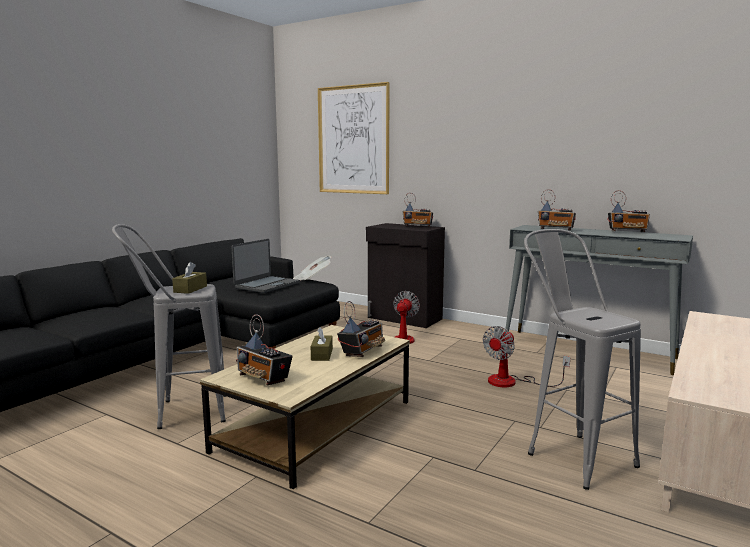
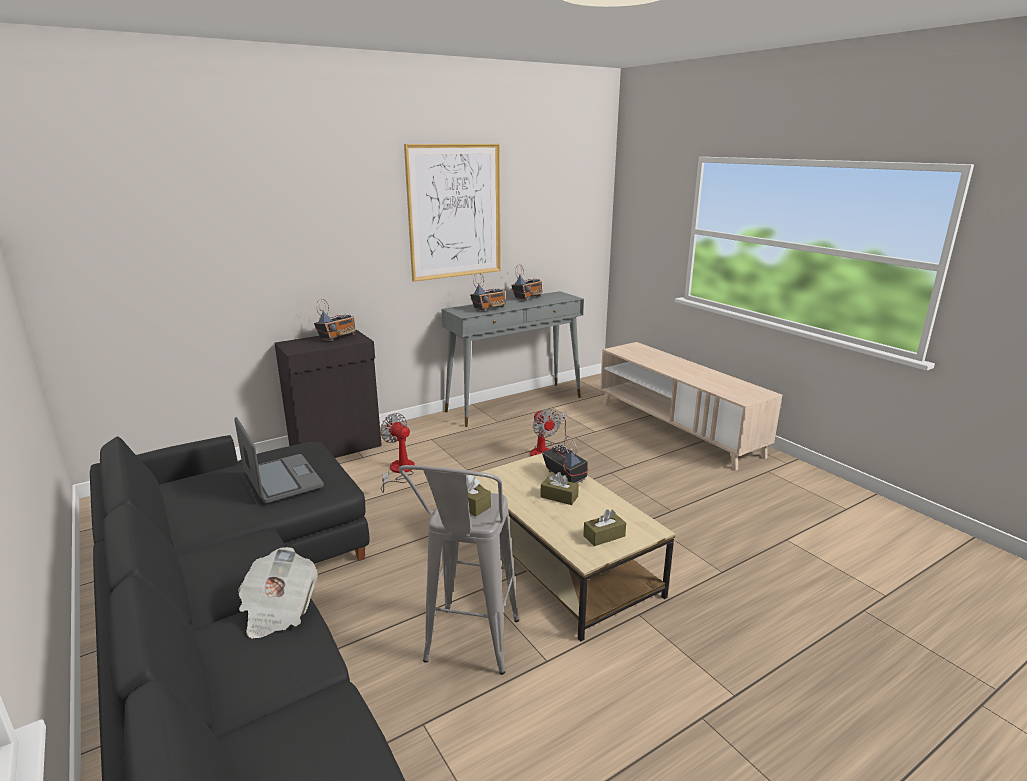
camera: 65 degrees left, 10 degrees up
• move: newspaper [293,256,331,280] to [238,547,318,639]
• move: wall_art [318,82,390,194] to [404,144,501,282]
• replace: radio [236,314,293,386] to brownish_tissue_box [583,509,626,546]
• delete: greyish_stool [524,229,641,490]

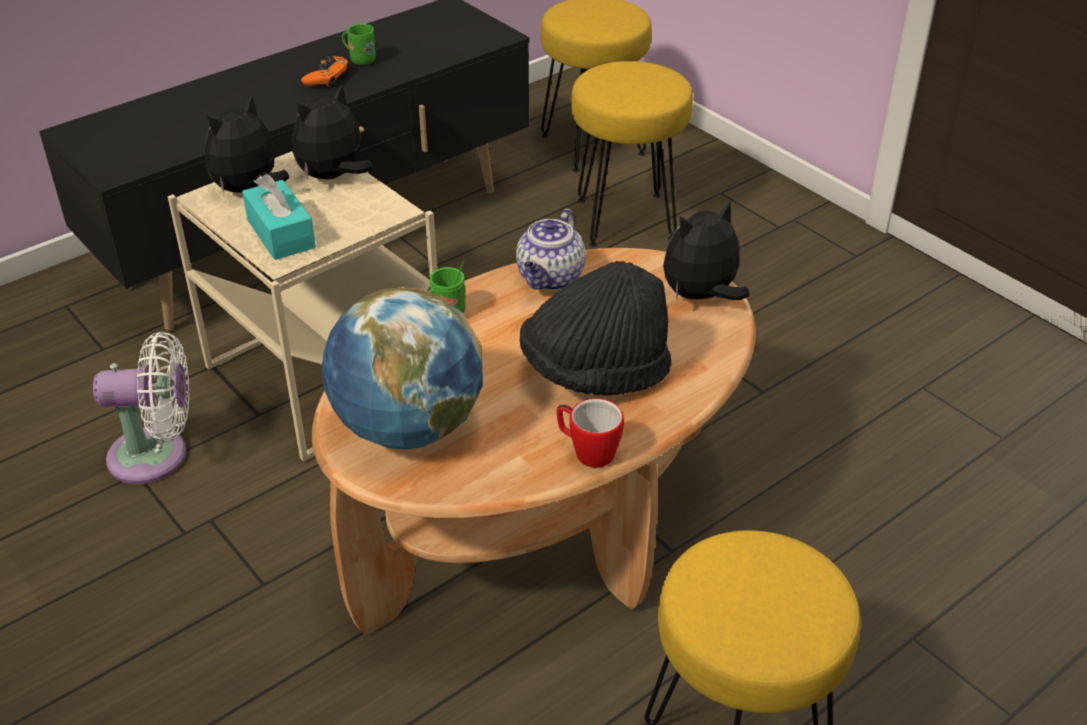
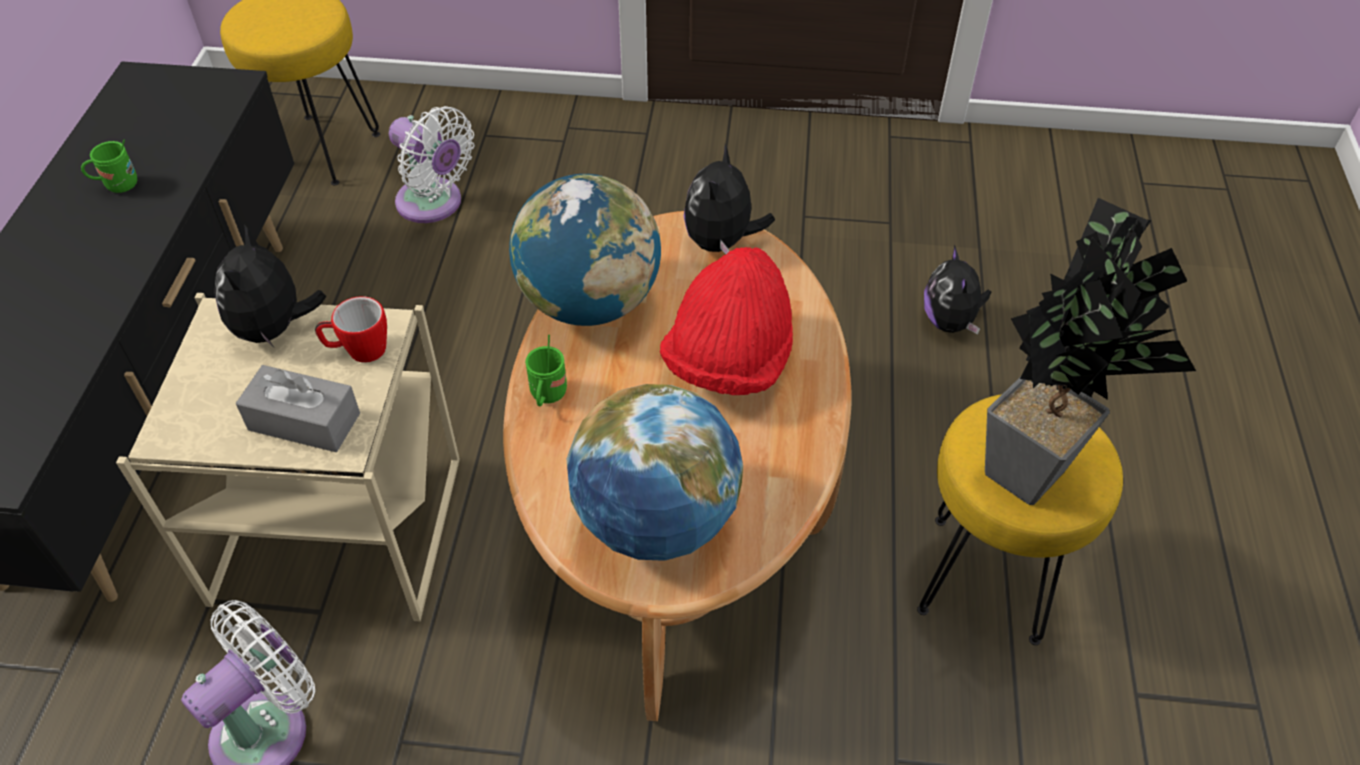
camera: 45 degrees left, 10 degrees up
• recolor: blue-green_tissue_box [242,174,316,260] to greyish_tissue_box [236,365,360,452]
• move: tea_mug [557,398,624,468] to [315,296,387,363]
• replace: yellow-coloured_stool [571,61,693,247] to white_fan [389,106,475,223]
• replace: tea_pot [516,209,586,290] to globe [509,174,661,326]
• recolor: black_hat [519,261,672,396] to red-coloured_hat [660,247,793,395]
• move: cuddly_toy [205,95,289,193] to [924,245,991,334]
• insert: potted_plant [985,198,1196,505]
• delete: orangey_joypad [301,56,349,87]

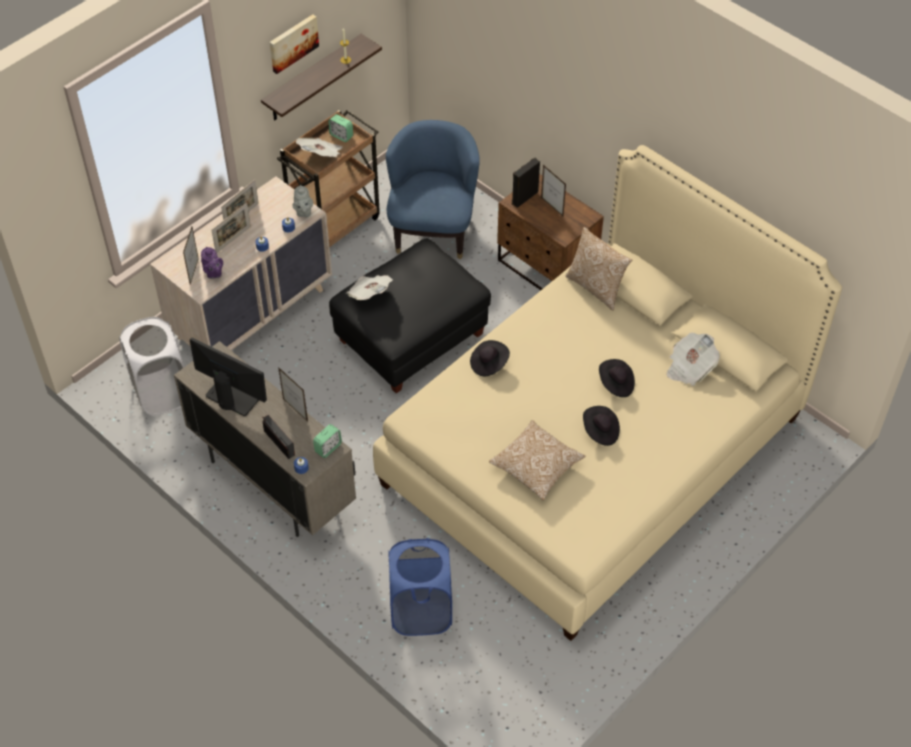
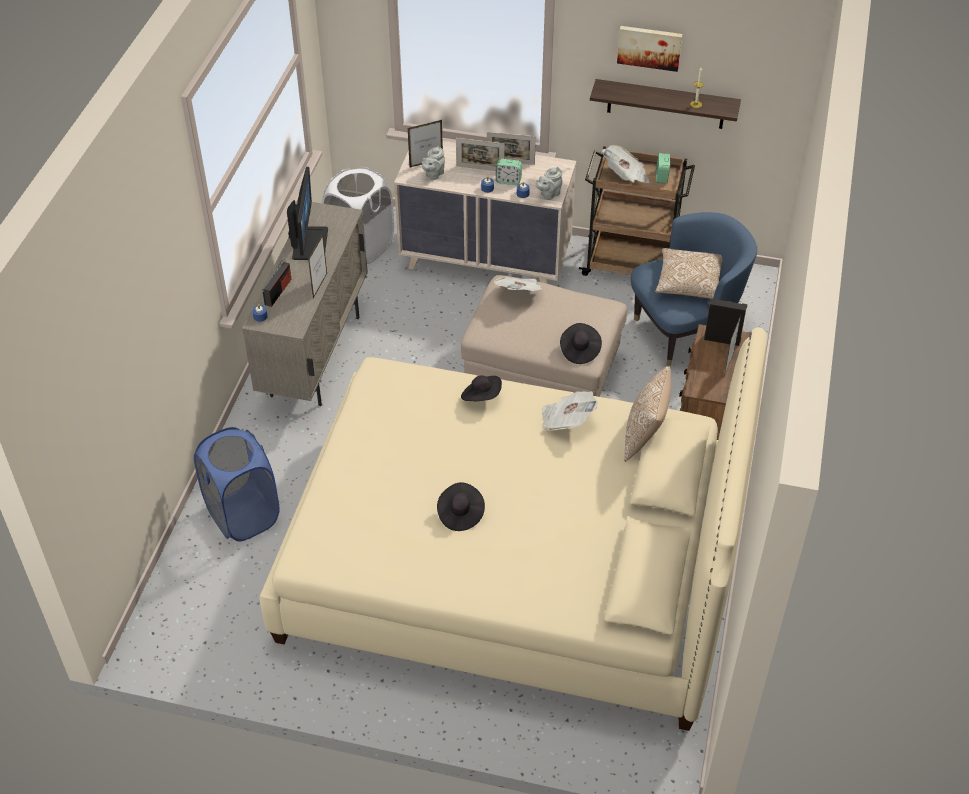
camera: 60 degrees right, 5 degrees down
• recolor: purplish_tea_pot [201,247,223,279] to greyish_tea_pot [422,146,445,180]
• recolor: black_ottoman [329,238,491,393] to beige_ottoman [461,275,627,397]
• move: alarm_clock [313,424,342,458] to [496,159,522,185]
• move: newspaper [666,333,720,386] to [542,391,597,430]
• move: black_hat [599,359,635,397] to [560,323,602,364]
• move: cushion [489,420,586,500] to [655,248,723,299]

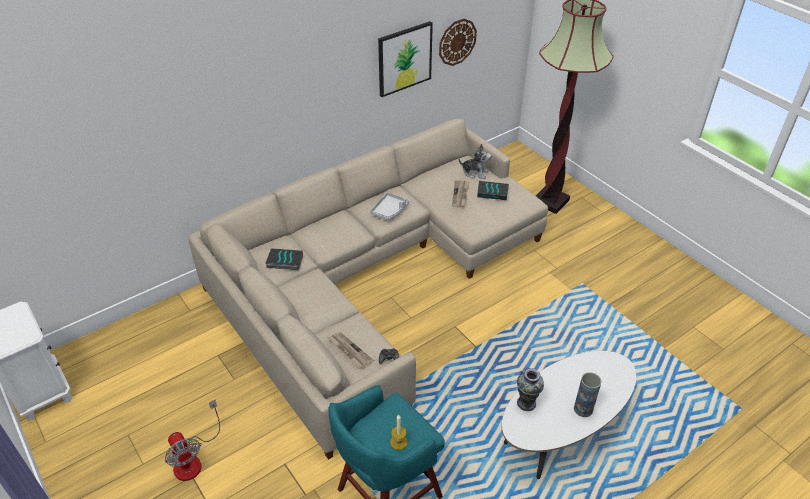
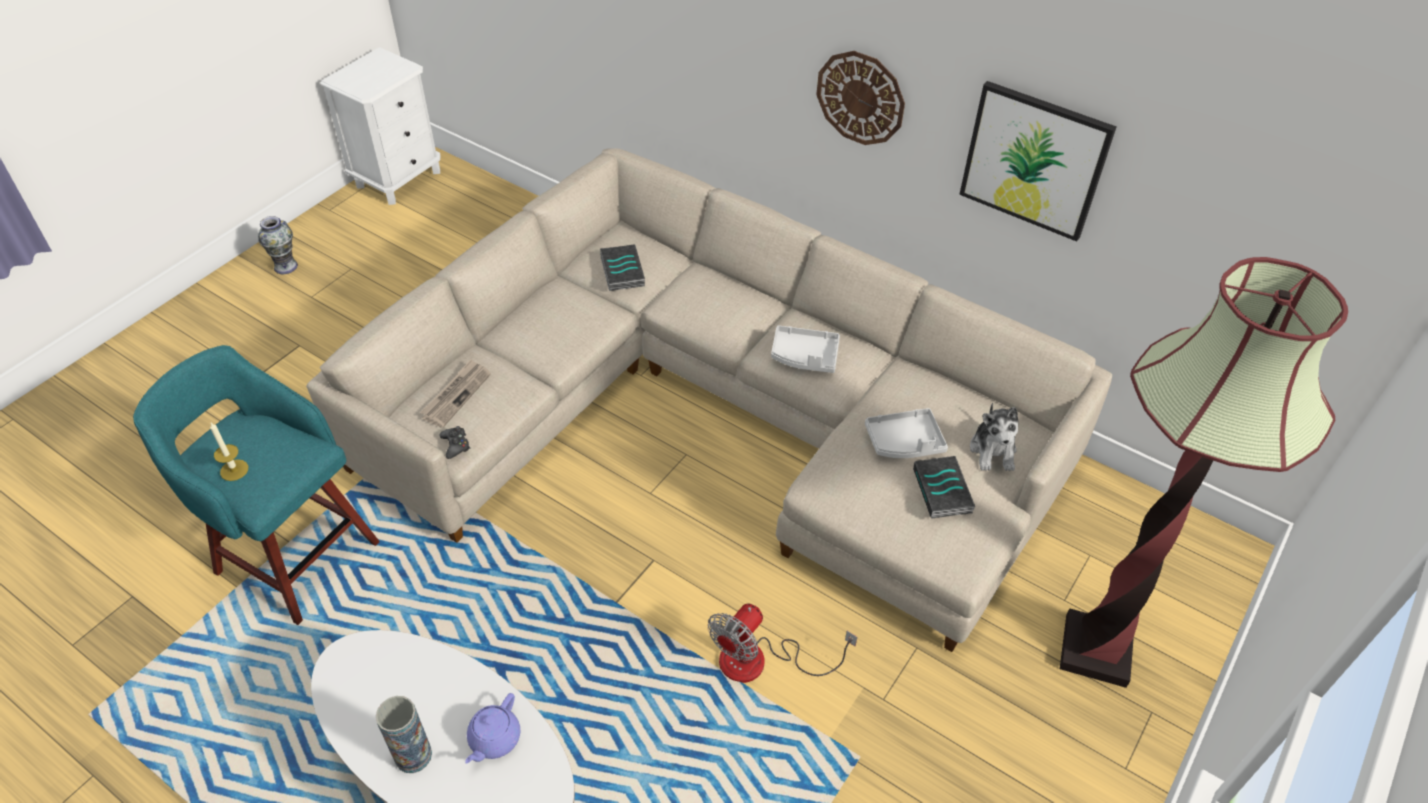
camera: 70 degrees right, 5 degrees up
• move: decorative_vase [517,368,544,411] to [258,216,298,274]
• insert: purplish_tea_pot [465,693,520,764]
• move: fan [165,400,220,481] to [708,604,857,683]
• move: hanging_clock [439,19,477,66] to [816,51,905,145]
• replace: newspaper [452,180,469,207] to greyish_tray [865,408,948,458]

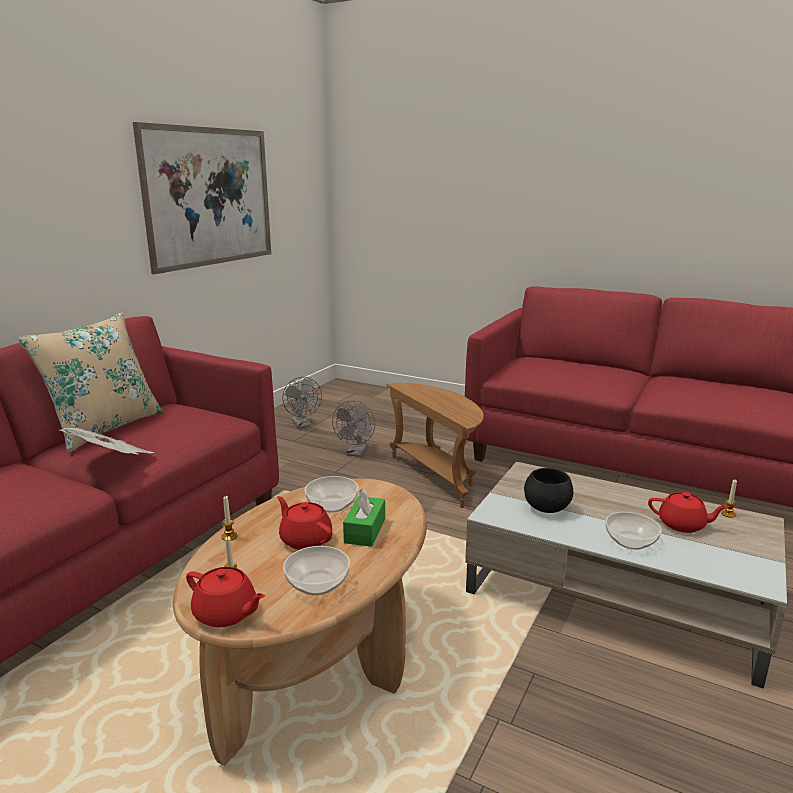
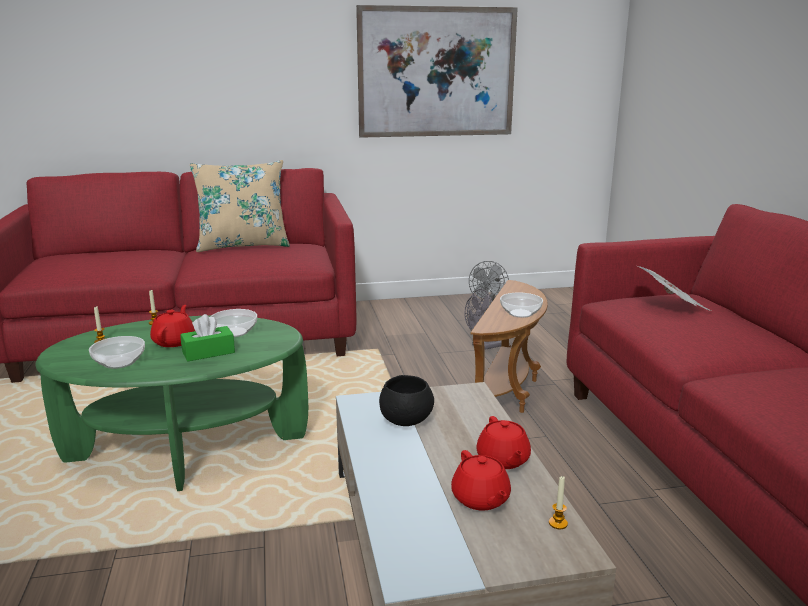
camera: 50 degrees right, 0 degrees up
• recolor: brownish_coffee_table [173,479,427,766] to green_coffee_table [35,316,308,491]
• move: red-coloured_tea_pot [186,567,265,627] to [476,416,531,469]
• move: bowl [605,512,662,550] to [500,292,543,318]
• move: newspaper [59,428,155,455] to [638,266,711,311]

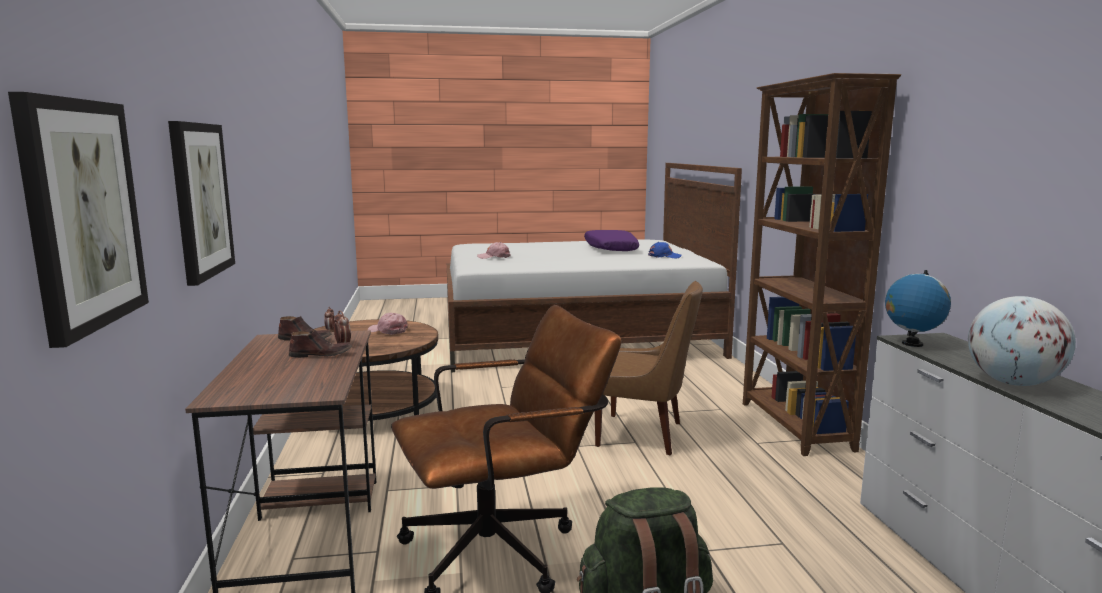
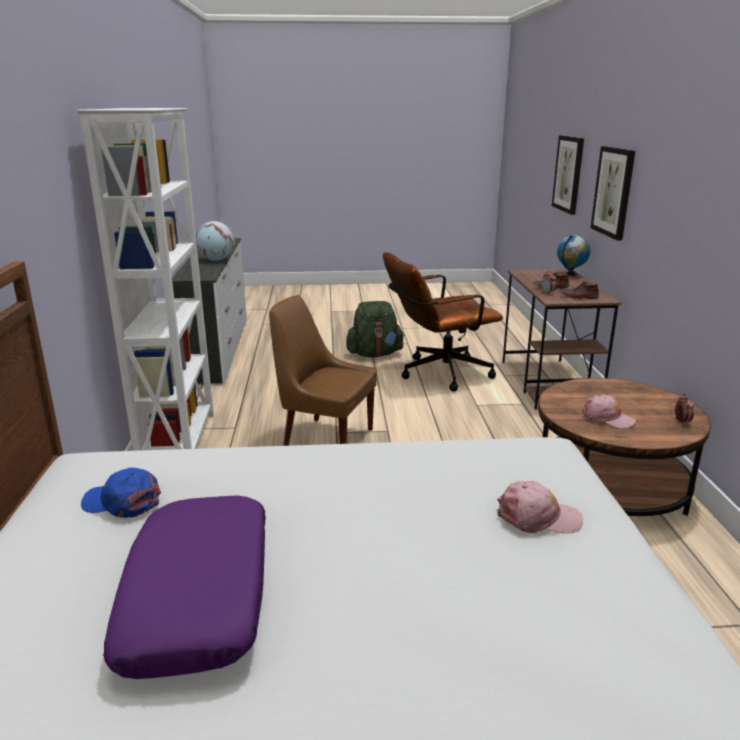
camera: 175 degrees left, 10 degrees up
• recolor: brownish_bookshelf [743,73,901,456] to white_bookshelf [77,108,214,451]
• move: globe [885,270,951,347] to [557,235,591,276]

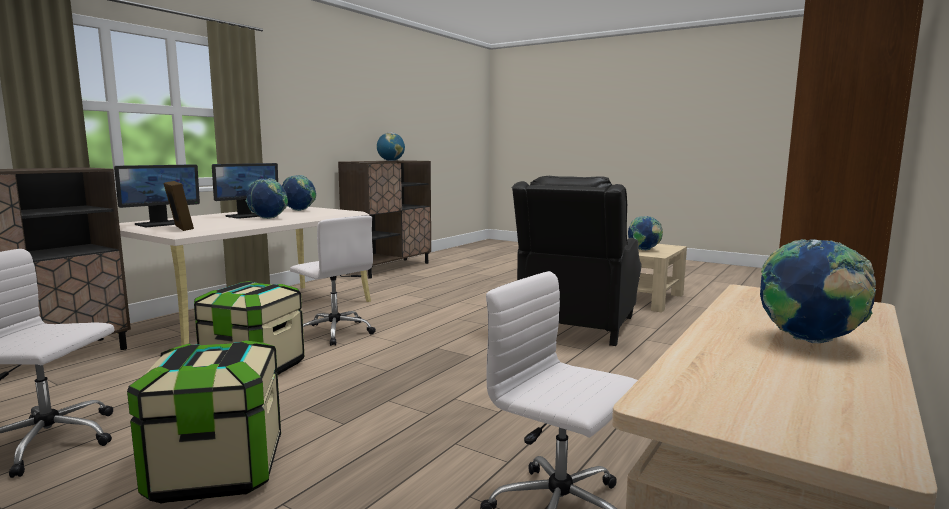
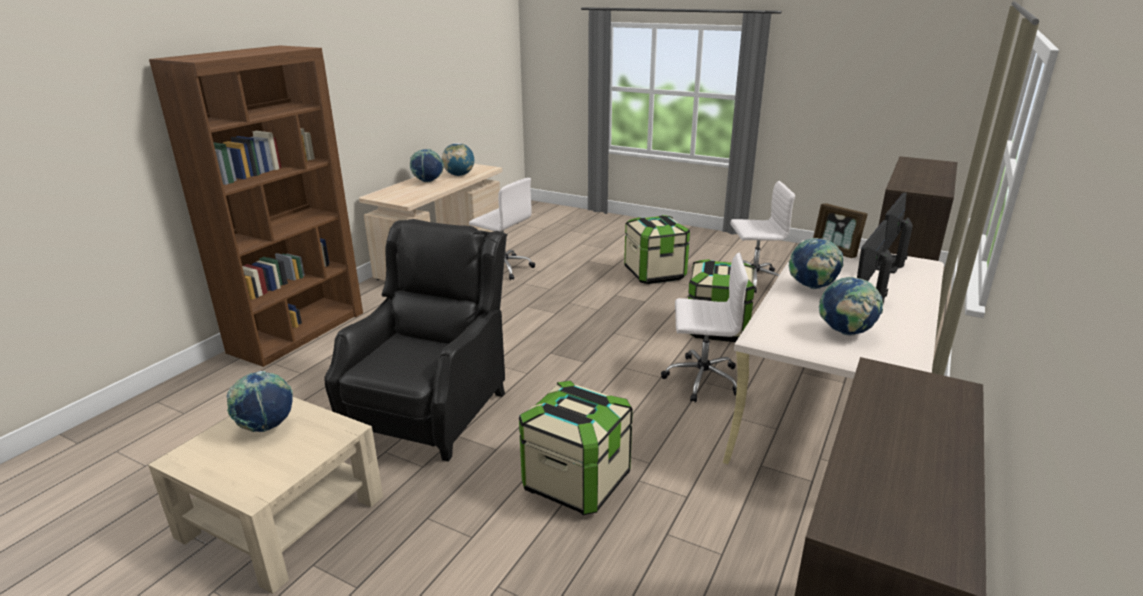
camera: 175 degrees right, 15 degrees up
• move: globe [377,132,405,161] to [442,143,474,176]
• insert: storage_box [519,381,633,515]
• rotate: white_office_chair [290,215,376,346] = [661,253,748,403] 150 degrees clockwise

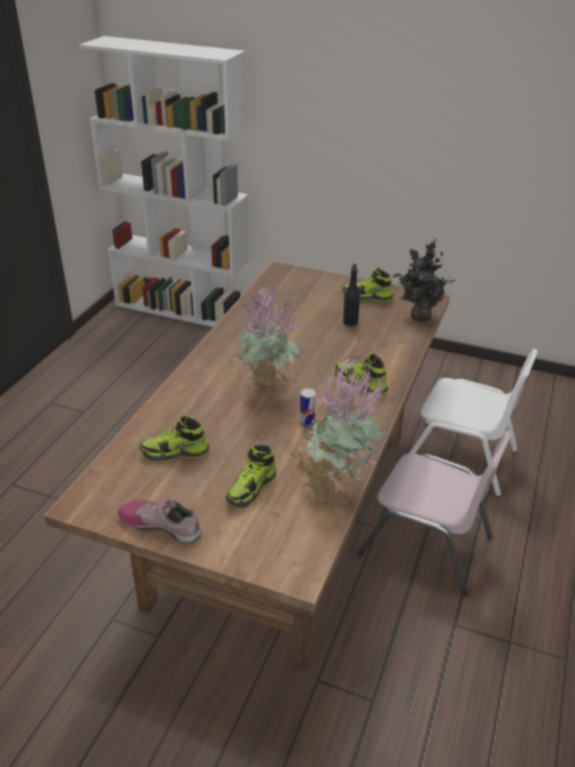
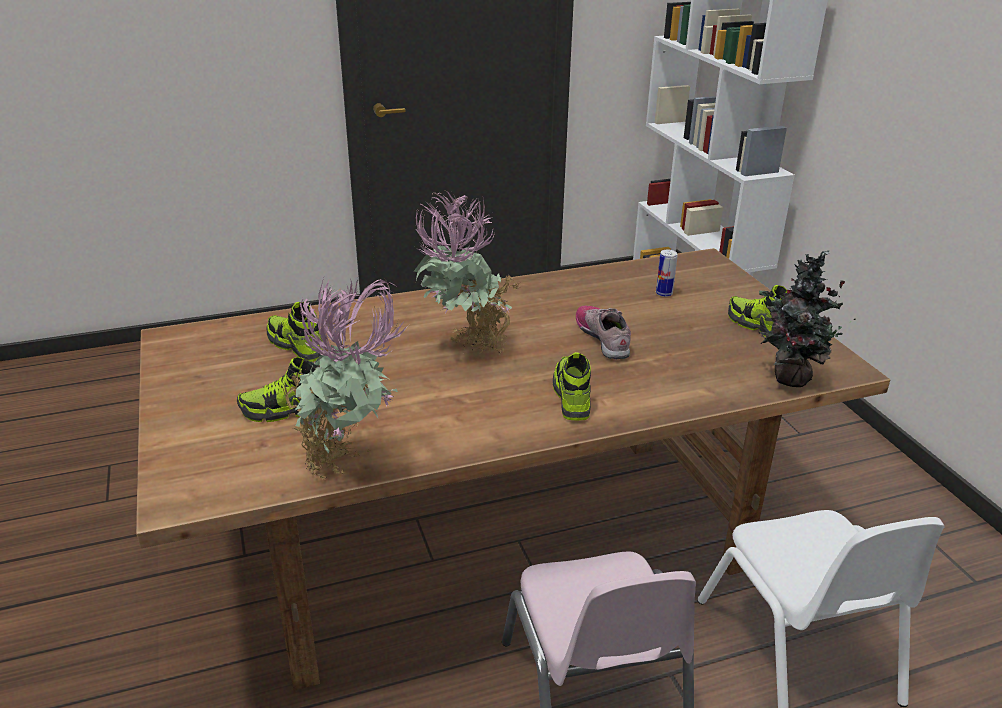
camera: 50 degrees right, 5 degrees down
• move: shoe [118,499,201,544] to [576,305,631,359]
• move: sealed_can [300,389,316,427] to [656,250,677,297]
• delete: black_bottle [343,264,360,326]

